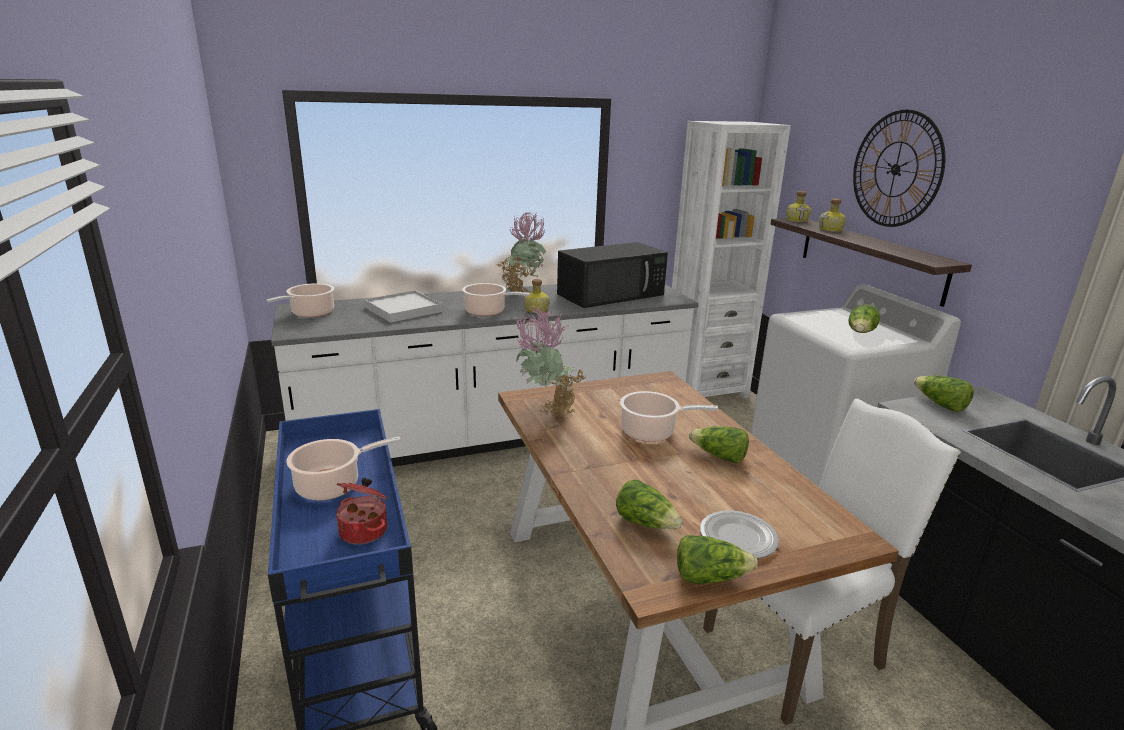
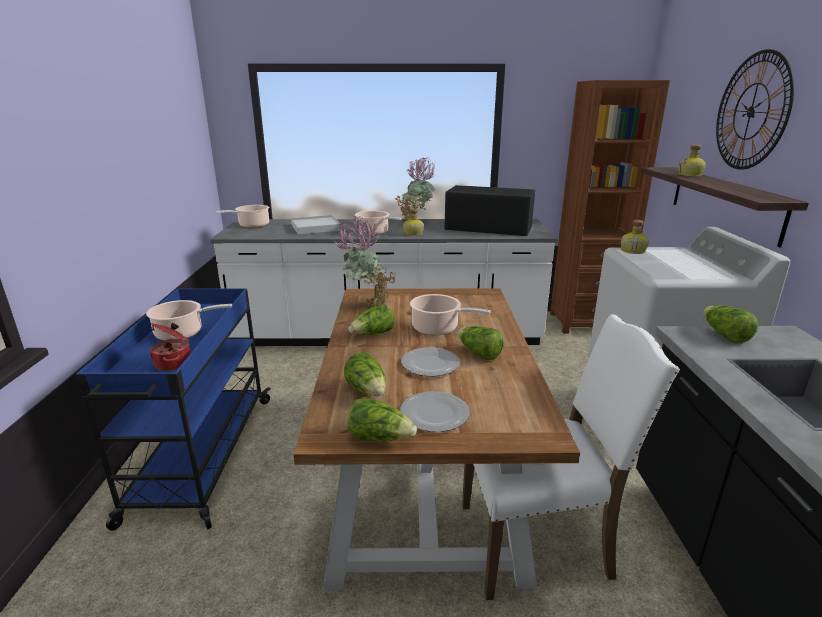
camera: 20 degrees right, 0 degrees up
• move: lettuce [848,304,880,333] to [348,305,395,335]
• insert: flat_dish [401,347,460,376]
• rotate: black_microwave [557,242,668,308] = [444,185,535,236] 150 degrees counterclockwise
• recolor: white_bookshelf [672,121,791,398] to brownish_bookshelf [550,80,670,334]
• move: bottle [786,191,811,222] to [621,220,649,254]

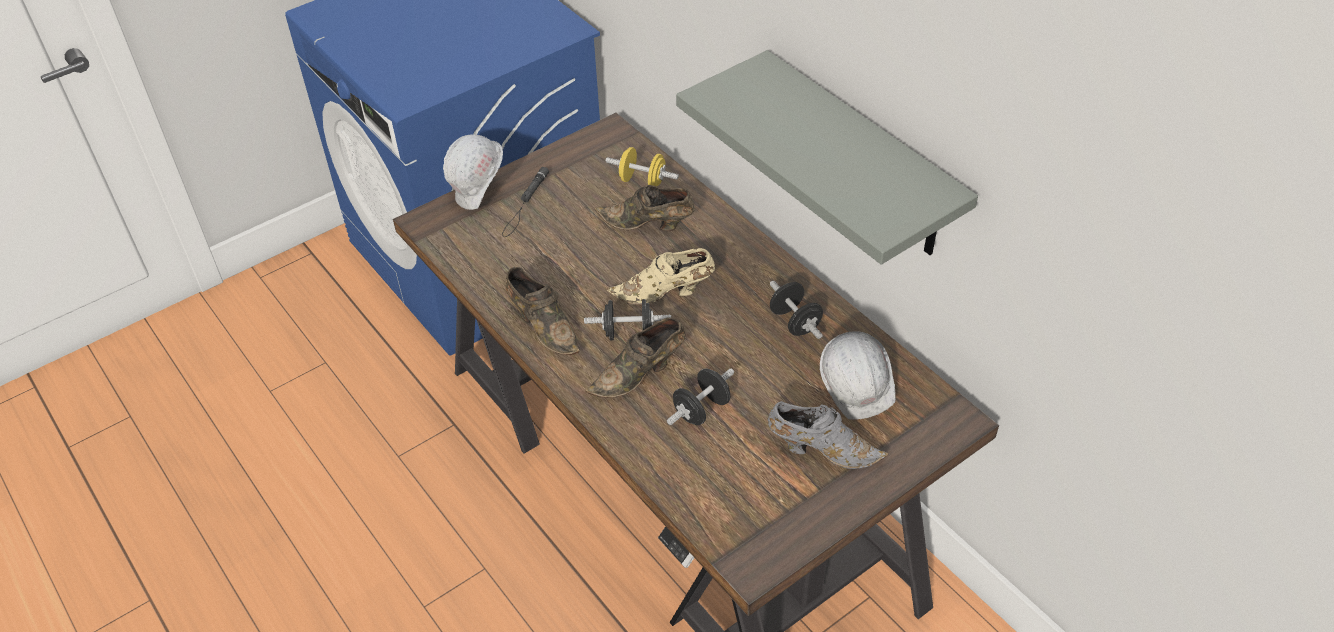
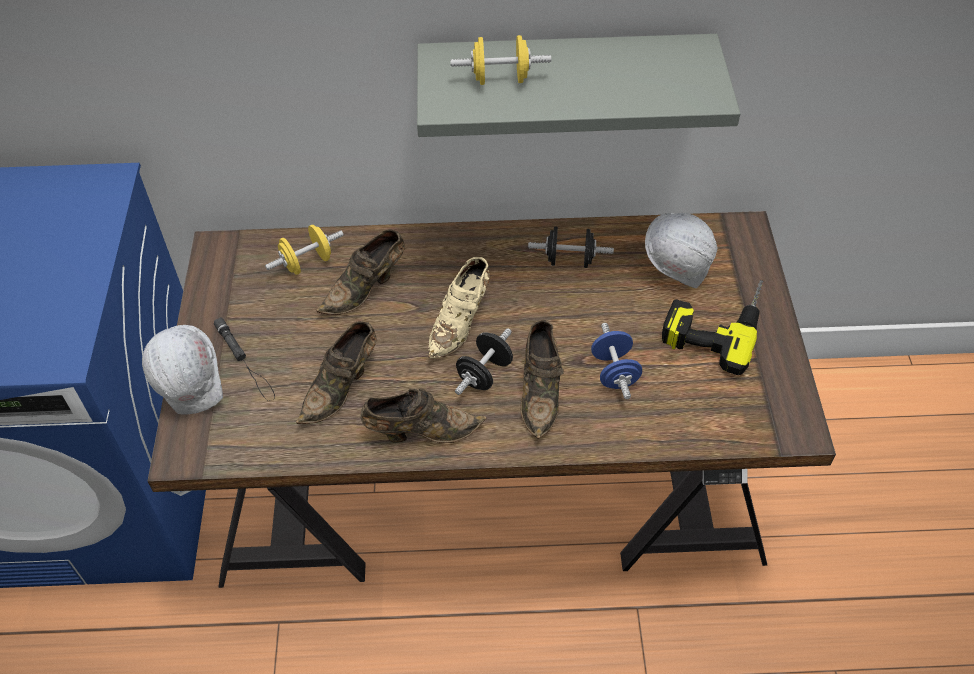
camera: 55 degrees left, 5 degrees up
• insert: brownish_shoe [296,321,376,424]
• insert: yellow-coloured_free_weight [450,35,551,85]
• recolor: black_free_weight [667,369,734,425] to blue_free_weight [591,323,642,399]
• replace: greyish_shoe [768,401,888,469] to electric_drill [662,280,763,375]

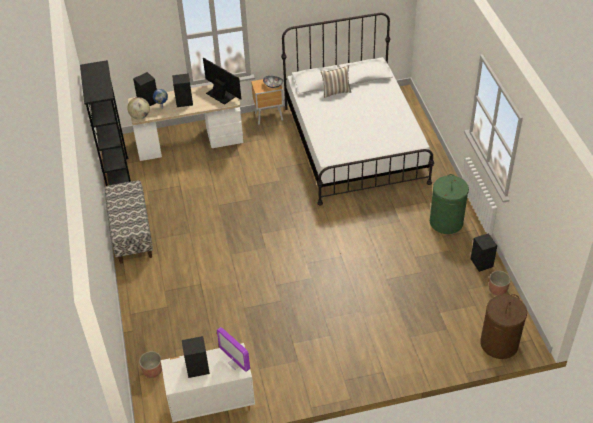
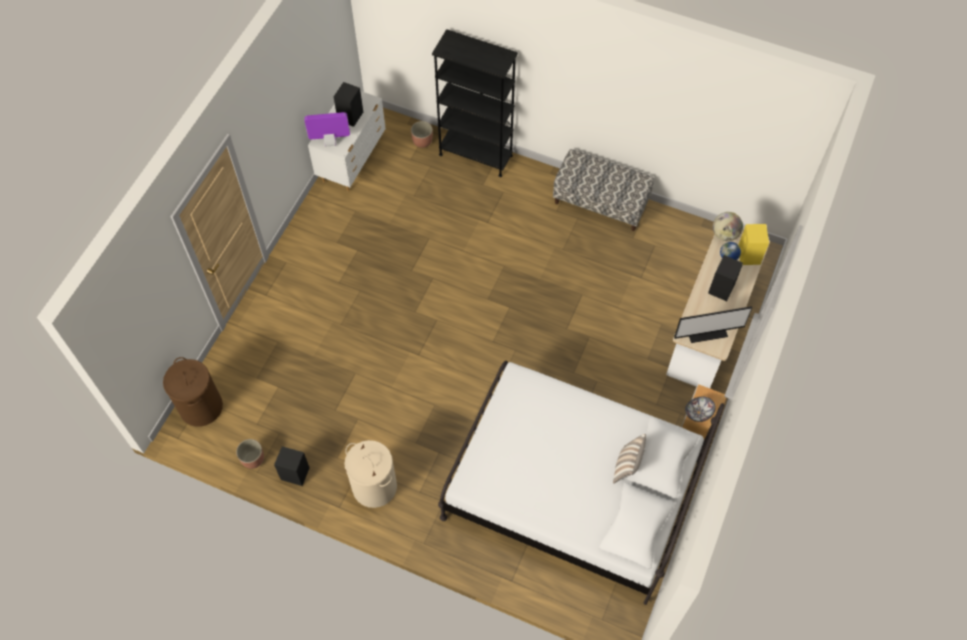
camera: 125 degrees right, 15 degrees up
• recolor: green_washing_basket [430,174,469,234] to beige_washing_basket [344,440,397,508]
• move: black_bookshelf [80,60,131,186] to [432,29,518,177]
• recolor: black_speaker [133,72,157,106] to yellow-coloured_speaker [738,224,769,265]

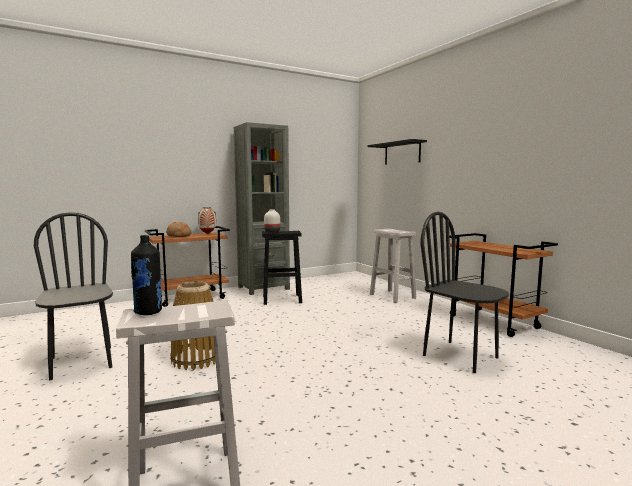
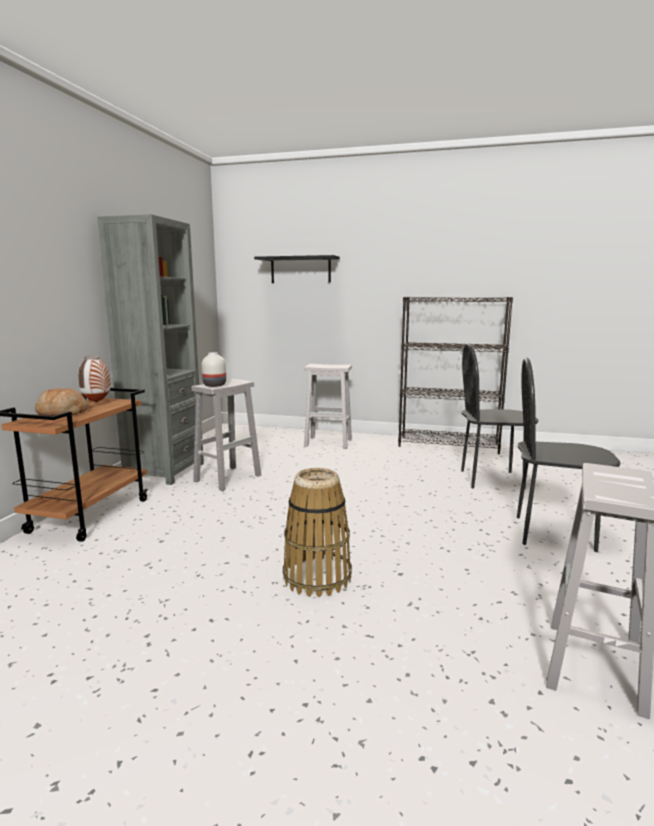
camera: 45 degrees left, 5 degrees up
• recolor: black_stool [262,231,302,305] to white_stool [192,379,261,491]
• replace: brownish_wheeled_cart [449,233,558,337] to black_bookshelf [398,297,513,454]
• move: black_chair [34,212,113,380] to [517,358,621,552]
• delete: black_bottle [131,235,162,315]

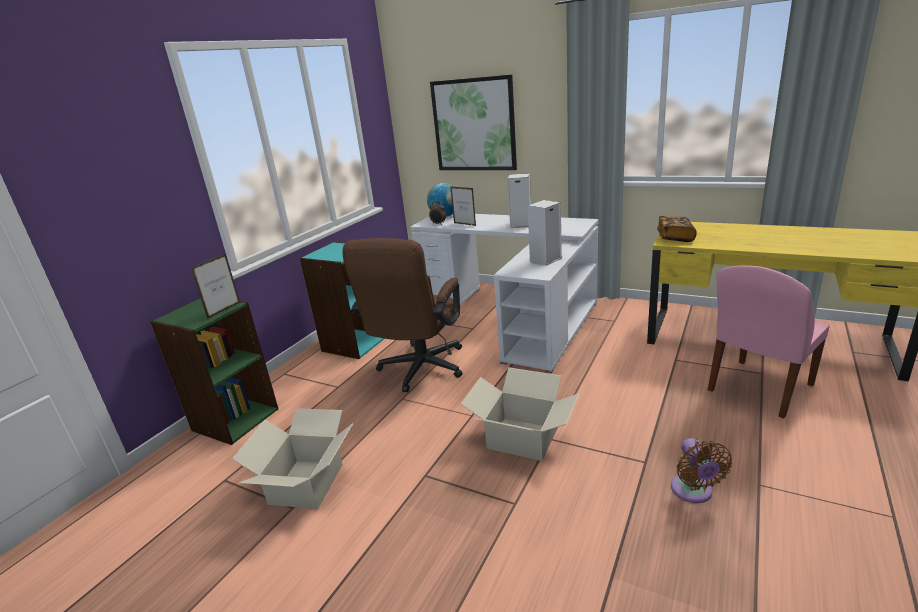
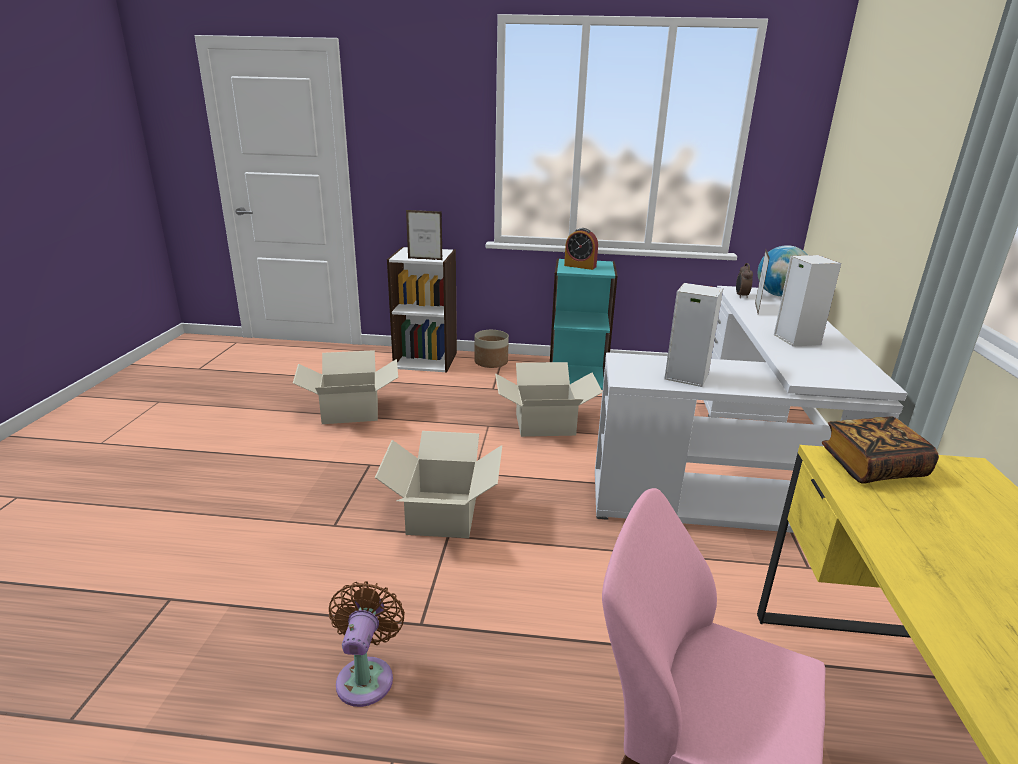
camera: 65 degrees right, 0 degrees up
• rotate: brownish_fan [671,438,732,503] = [329,581,405,707] 120 degrees clockwise
• recolor: green_bookshelf [150,298,278,445] to white_bookshelf [387,247,457,373]
• insert: planter [474,330,509,368]
• replace: brownish_office_chair [342,238,462,392] to cardboard_box [495,362,602,437]
• insert: alarm_clock [564,228,598,270]
• delete: wall_art [430,75,517,170]

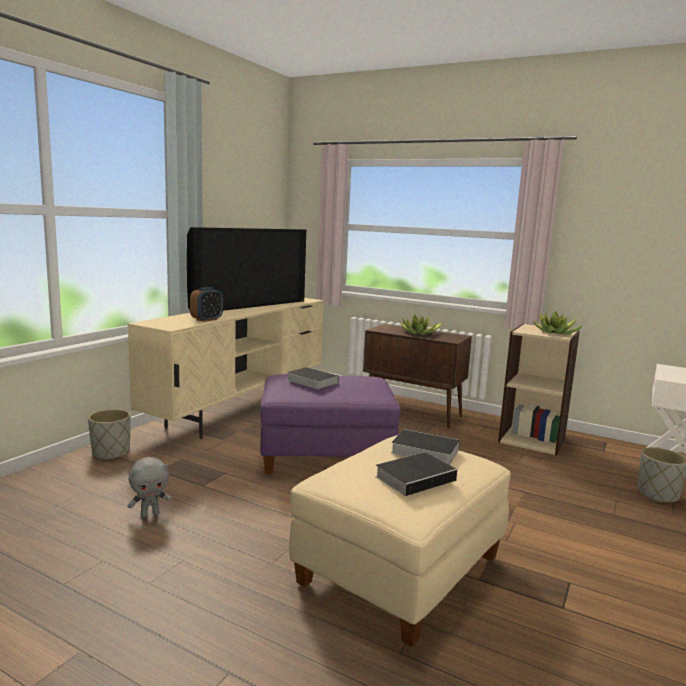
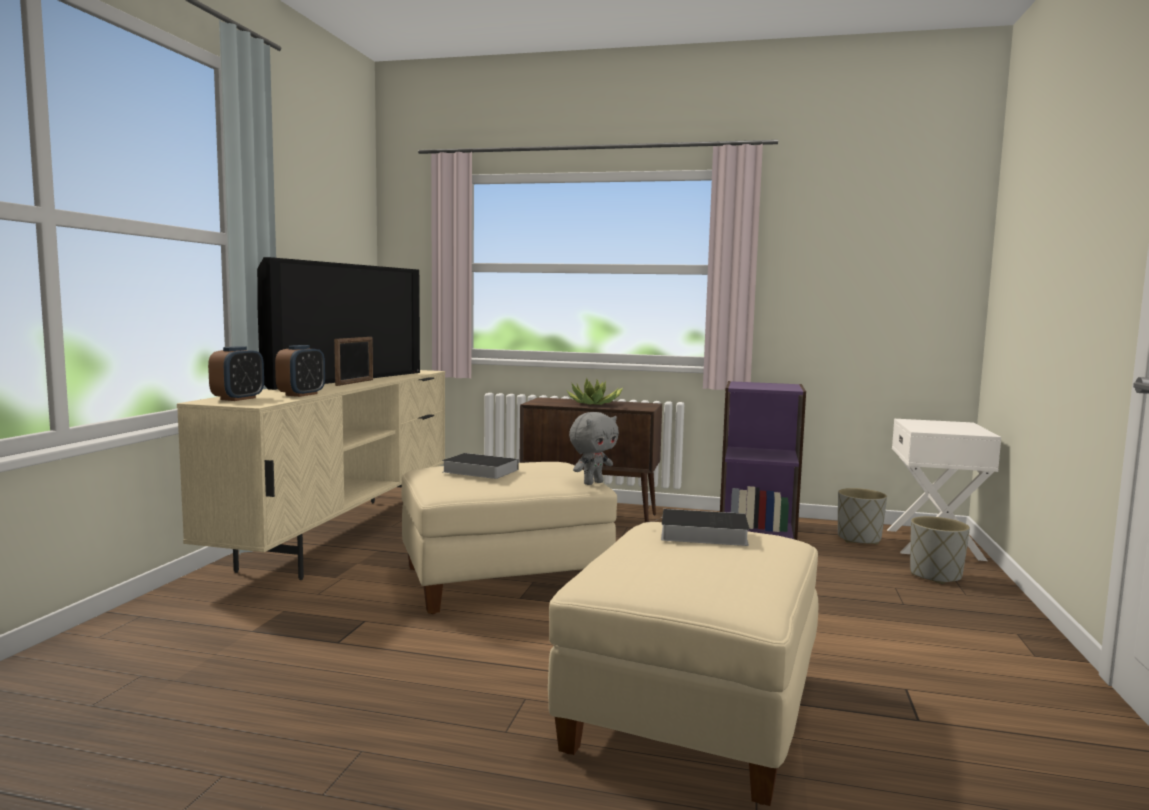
camera: 15 degrees left, 5 degrees down
• insert: alarm_clock [208,346,264,401]
• insert: photo_frame [334,337,373,386]
• recolor: purplish_ottoman [260,374,400,474] to beige_ottoman [402,462,617,614]
• move: greyish_cuddly_toy [127,457,172,518] to [569,412,619,485]
• recolor: beige_bookshelf [498,324,580,455] to purplish_bookshelf [720,381,806,540]
• move: greyish_planter [88,409,131,460] to [838,488,887,544]
• delete: volume [375,452,463,496]
• delete: potted_plant [533,311,583,335]

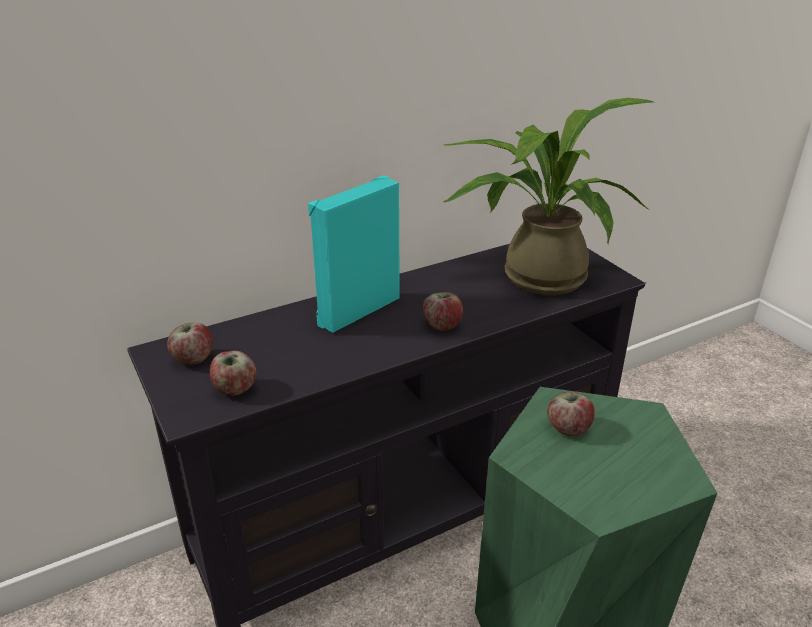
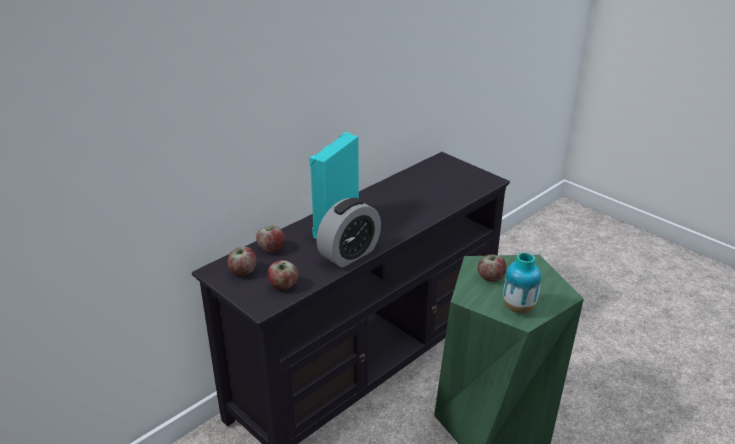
camera: 15 degrees left, 0 degrees up
• move: apple [423,292,463,331] to [256,226,284,253]
• insert: alarm_clock [316,197,381,268]
• insert: decorative_vase [503,252,541,313]
• delete: potted_plant [444,98,653,295]

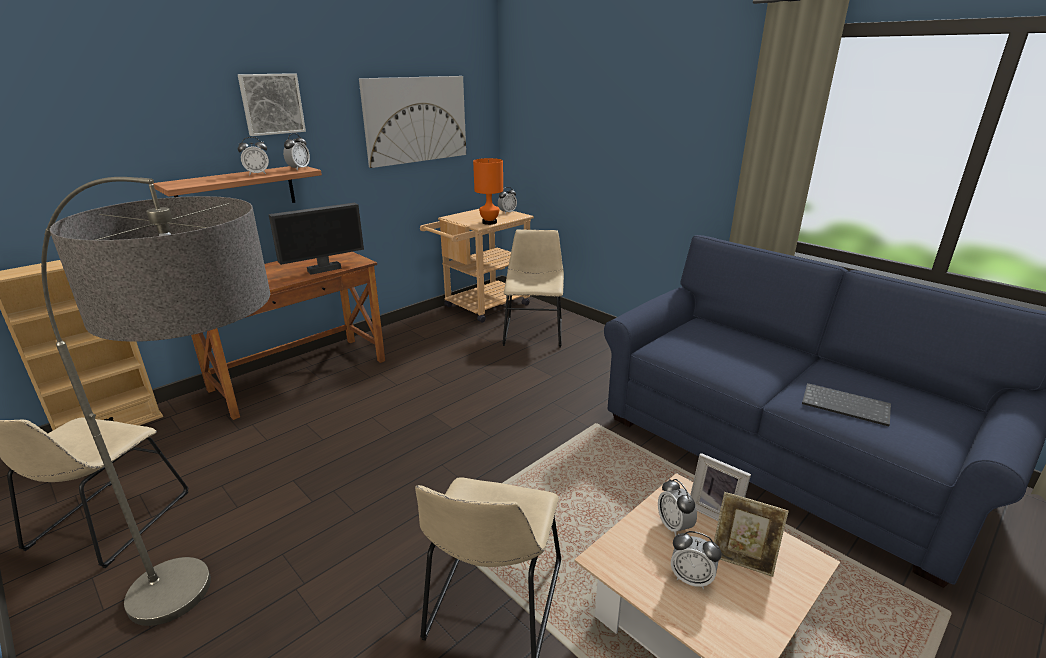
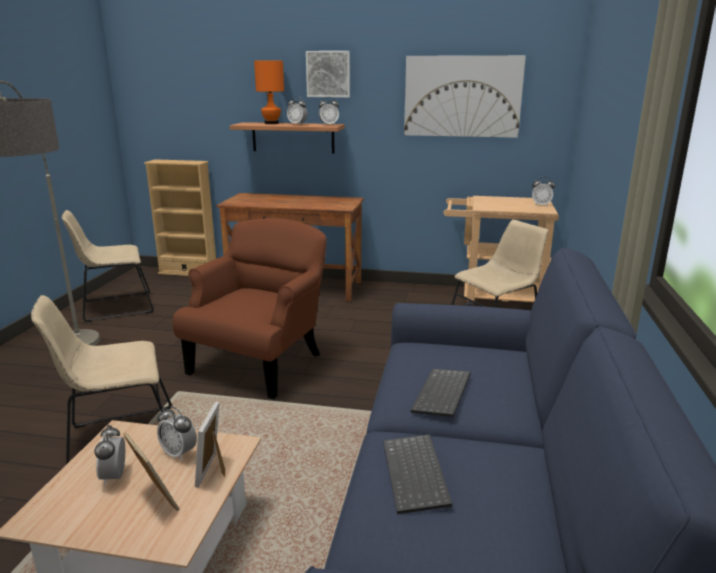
camera: 55 degrees right, 5 degrees down
• rotate: photo_frame [714,492,789,577] = [124,433,180,511] 150 degrees clockwise
• rotate: alarm_clock [658,479,697,536] = [157,406,197,461] 90 degrees counterclockwise
• insert: brownish_lounge_chair [172,218,327,399]
• move: orangey_lamp_for_a_table [473,158,503,225] to [254,61,284,124]
• insert: keyboard [411,369,471,417]
• delete: computer_display [268,203,364,275]

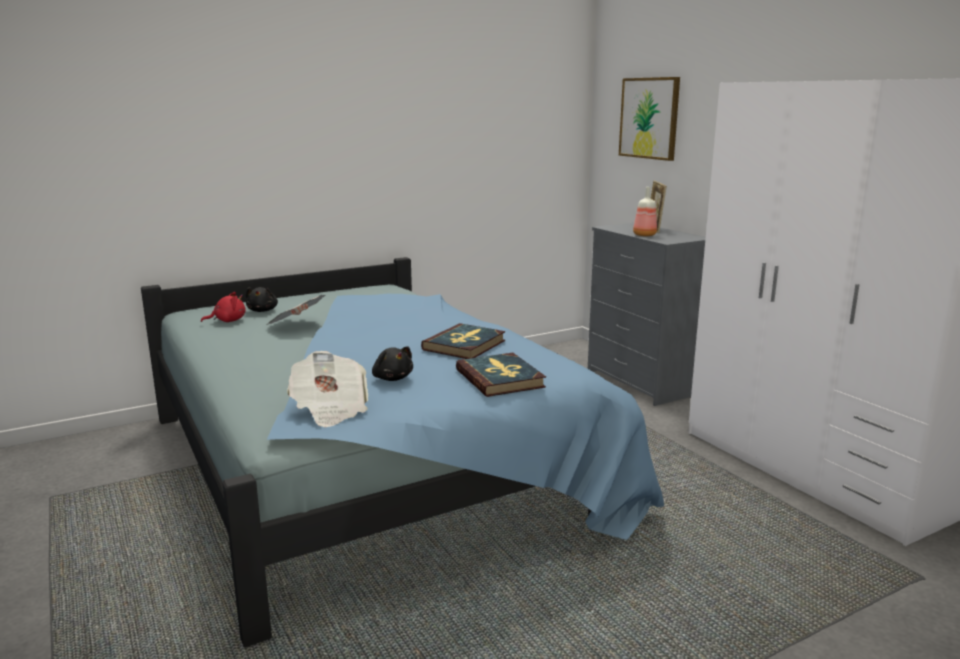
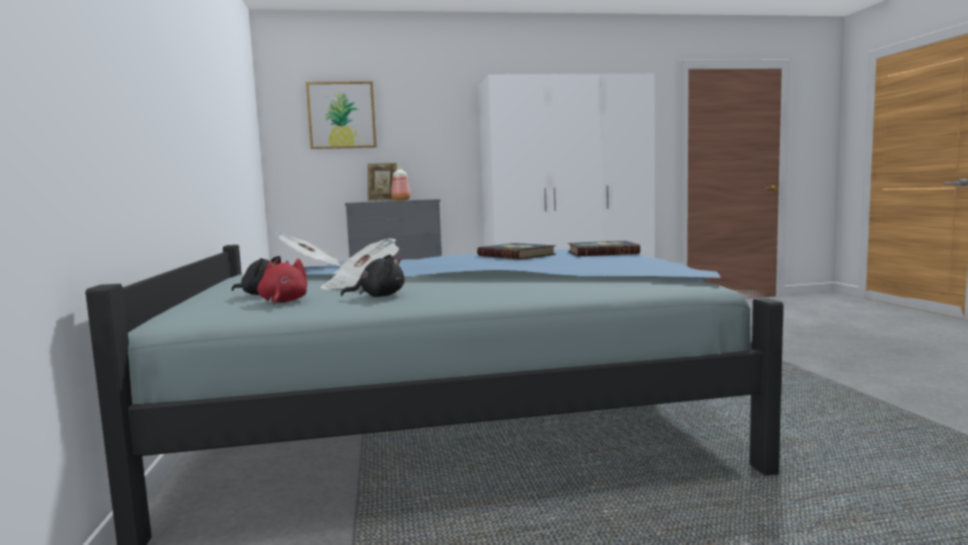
camera: 70 degrees left, 10 degrees down
• move: newspaper [287,351,368,427] to [275,232,341,267]
• move: black_cuddly_toy [372,346,413,381] to [341,254,404,297]

